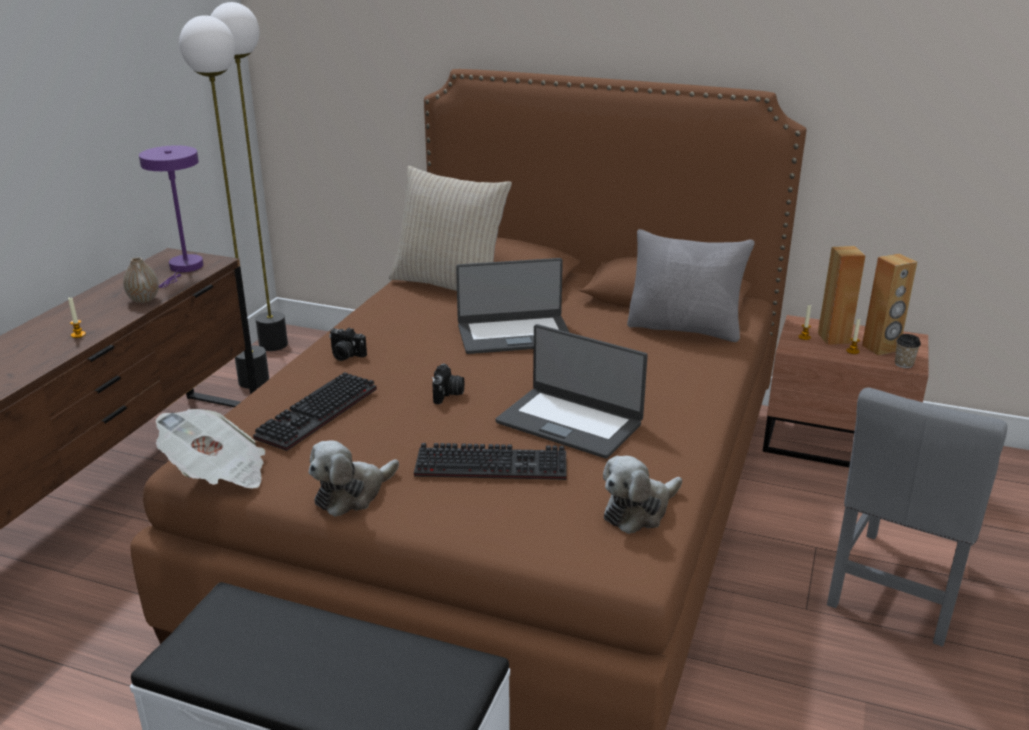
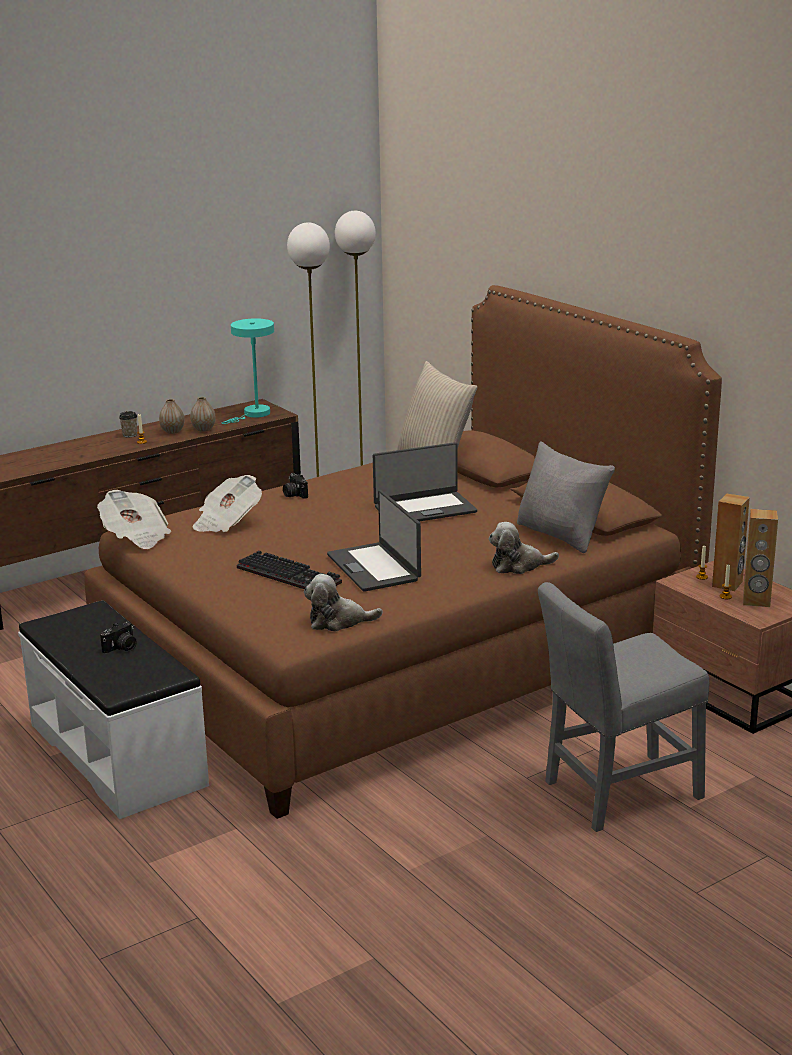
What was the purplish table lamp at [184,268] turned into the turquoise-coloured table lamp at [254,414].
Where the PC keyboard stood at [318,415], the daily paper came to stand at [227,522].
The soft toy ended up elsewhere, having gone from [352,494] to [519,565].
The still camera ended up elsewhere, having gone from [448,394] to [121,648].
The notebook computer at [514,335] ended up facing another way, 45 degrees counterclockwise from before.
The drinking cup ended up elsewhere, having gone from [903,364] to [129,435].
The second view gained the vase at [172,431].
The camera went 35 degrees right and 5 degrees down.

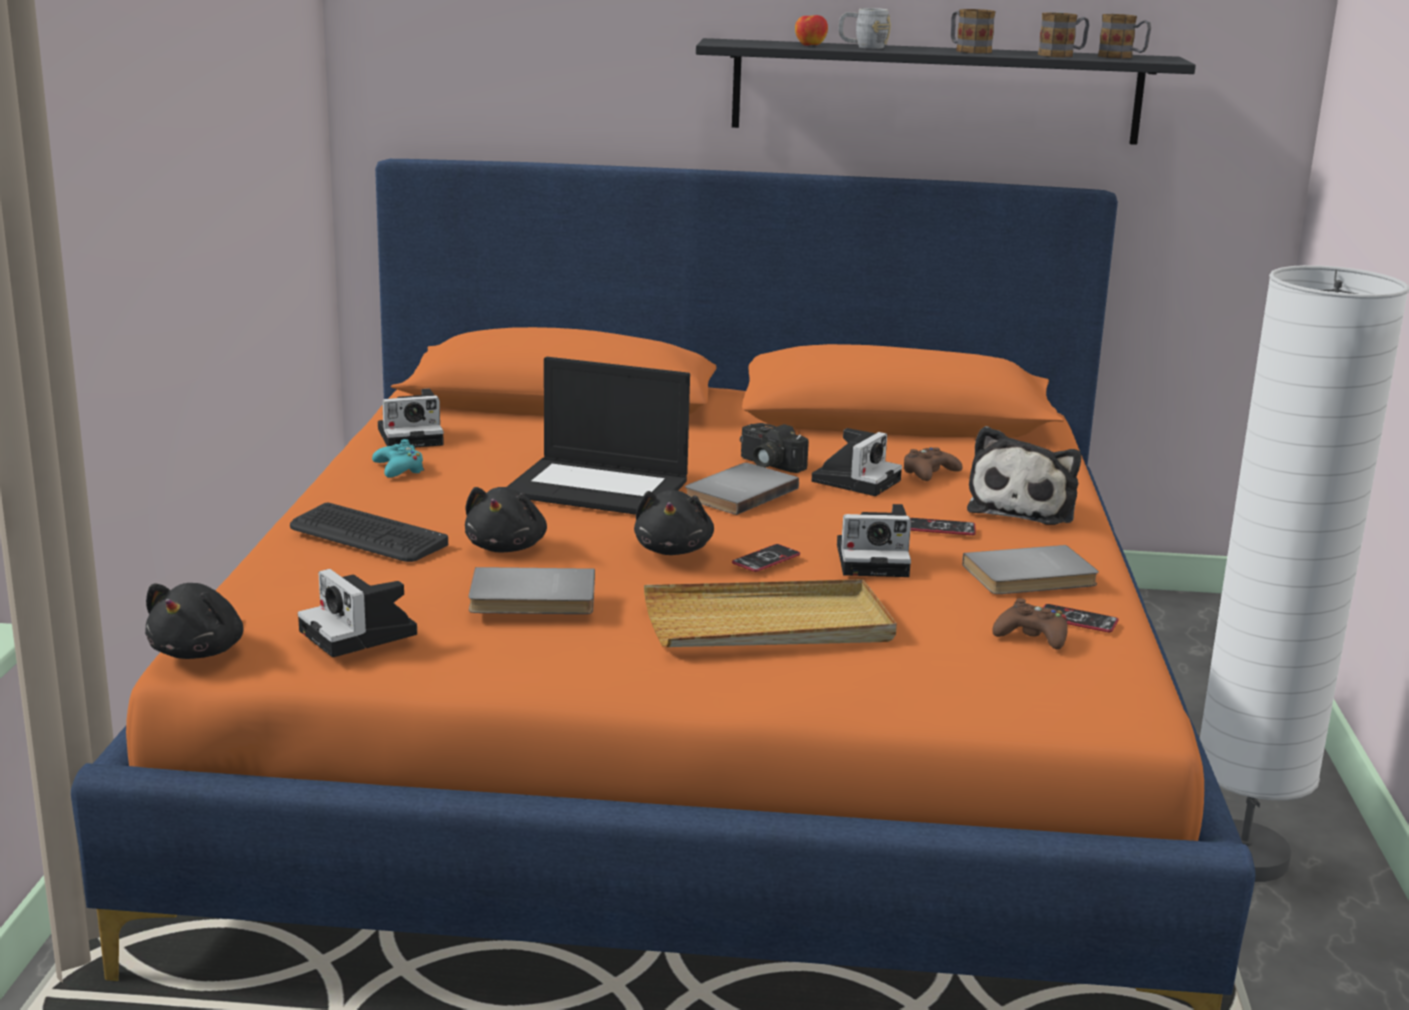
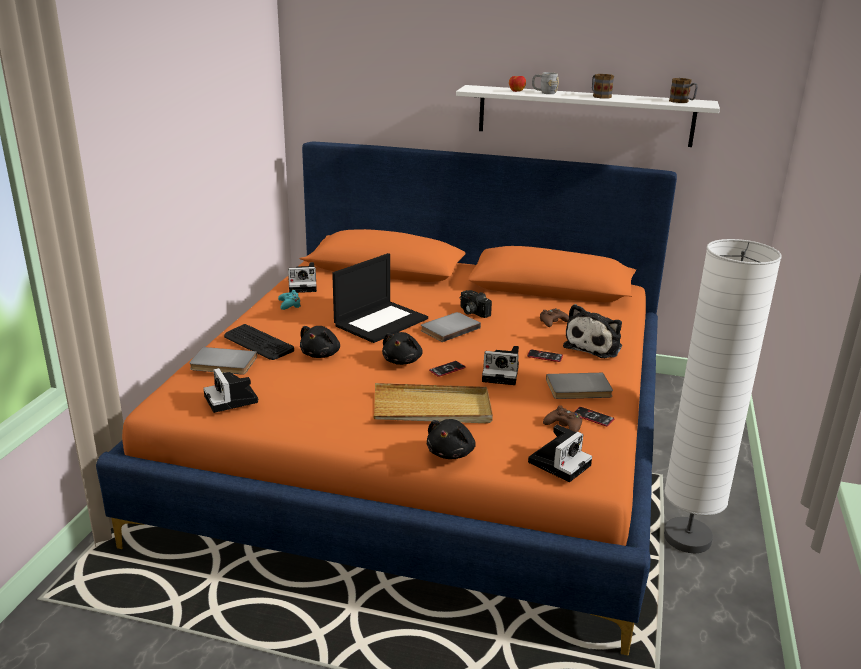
The black-coloured soft toy ended up elsewhere, having gone from [200,651] to [451,453].
The greyish volume ended up elsewhere, having gone from [532,598] to [223,364].
The notebook computer at [599,487] ended up facing another way, 75 degrees counterclockwise from before.
What was the black-coloured shelf at [935,91] turned into the whitish shelf at [584,115].
The still camera ended up elsewhere, having gone from [856,480] to [560,462].
The second view lost the tea mug at [1062,55].
The camera went 10 degrees right and 5 degrees up.

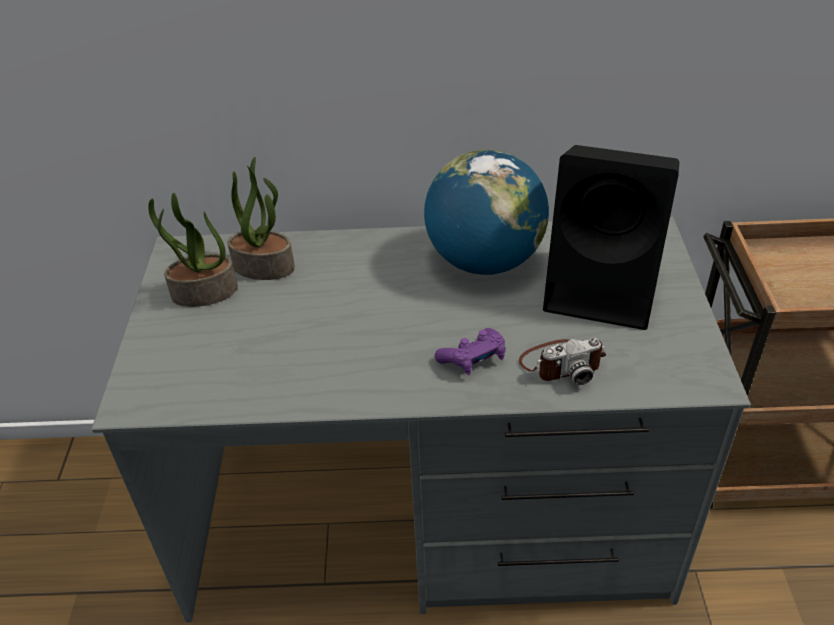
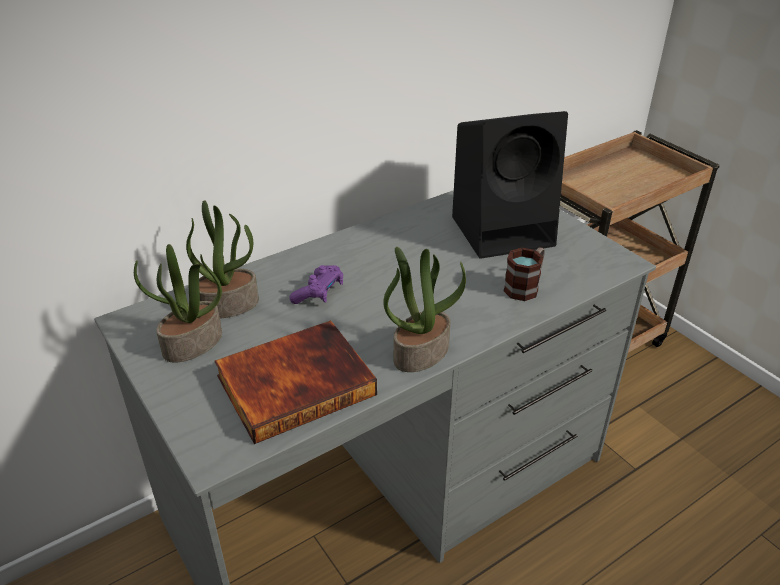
The second view lost the world globe at [484,261].
The purplish gamepad ended up elsewhere, having gone from [473,359] to [319,293].
Where the still camera stood at [561,363], the tea mug came to stand at [525,286].
The second view gained the volume at [295,383].
The second view gained the plant in a pot at [421,352].
The camera went 35 degrees left and 5 degrees down.

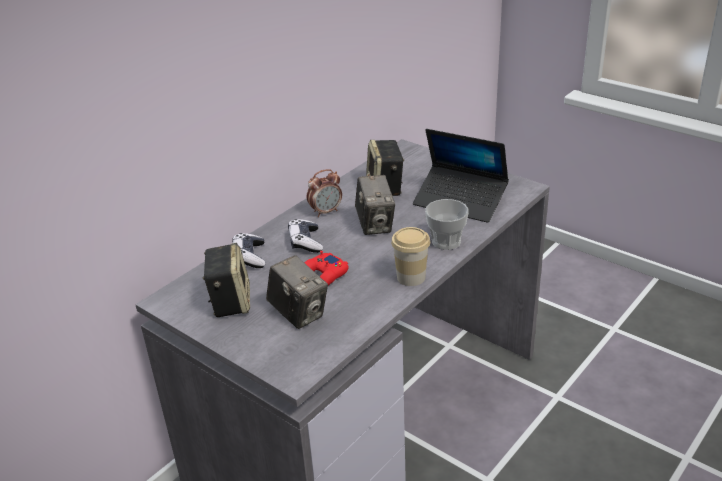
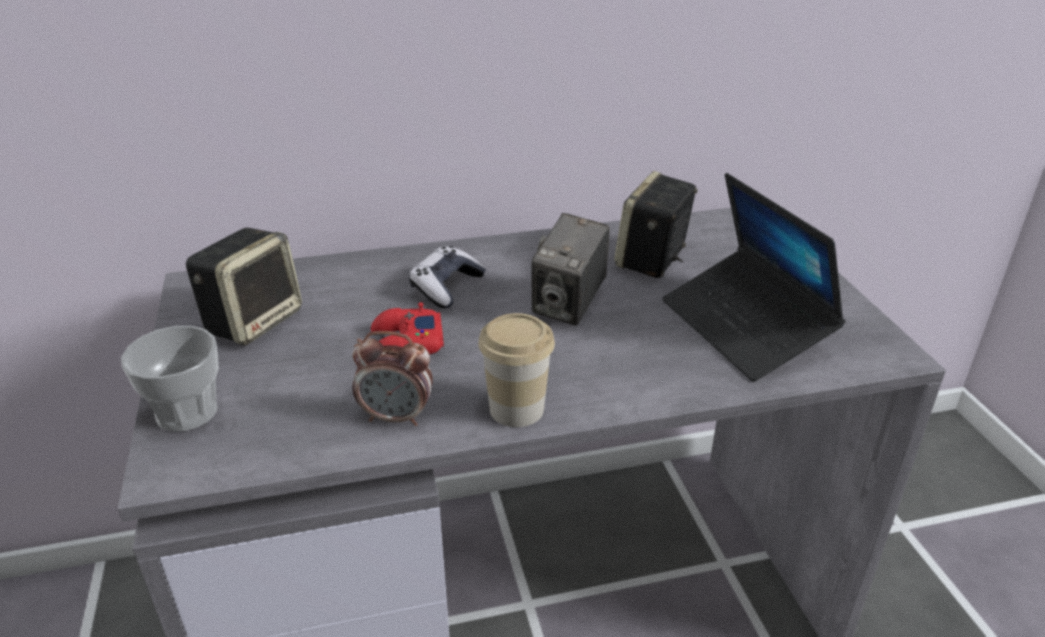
The second view lost the gamepad at [249,257].
The second view lost the still camera at [299,314].
The table clock ended up elsewhere, having gone from [326,212] to [397,417].
The drinking cup ended up elsewhere, having gone from [446,242] to [187,412].
The camera went 35 degrees right and 0 degrees up.

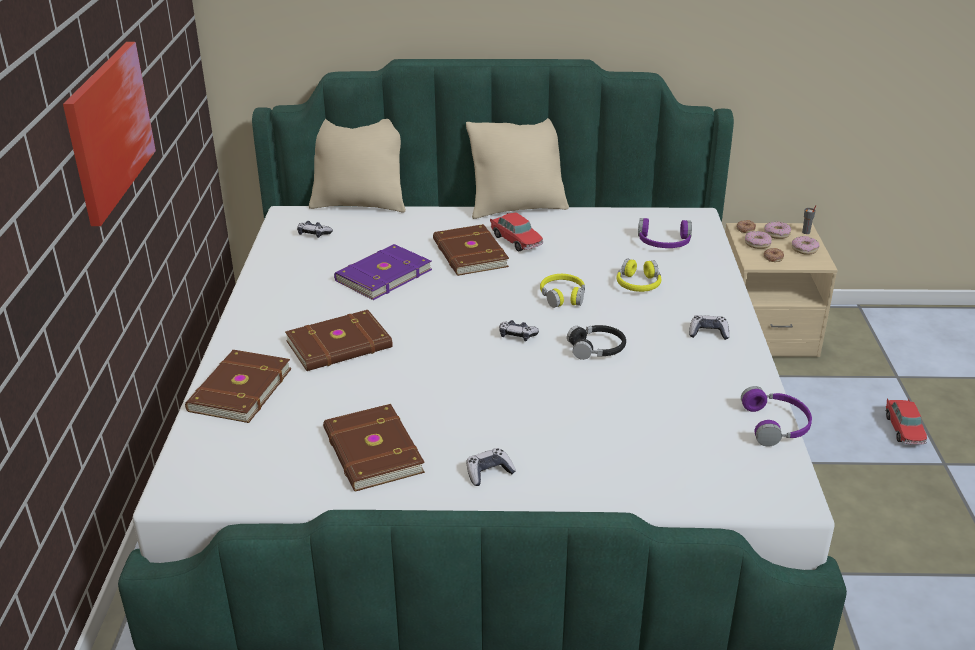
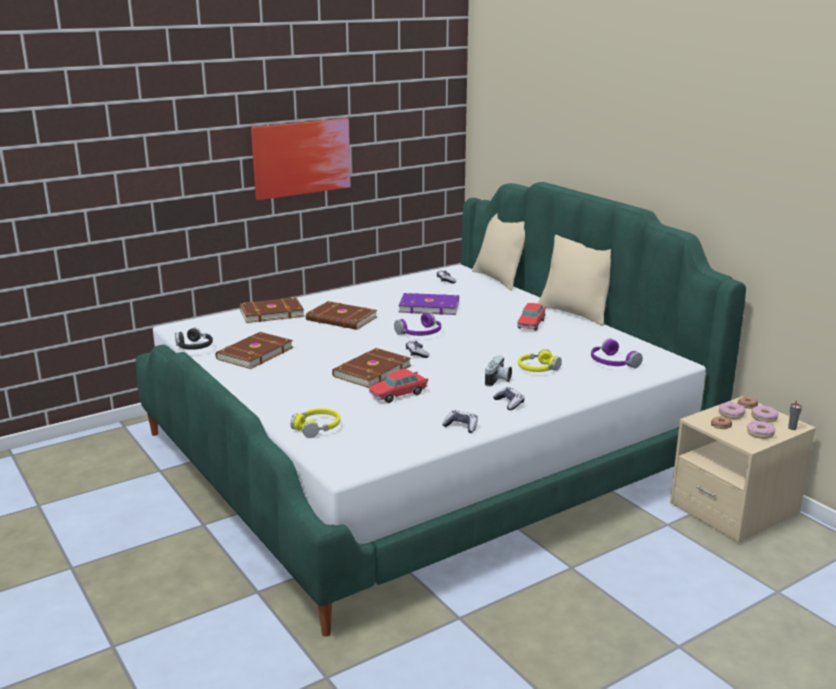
The brown-coloured volume ended up elsewhere, having gone from [468,254] to [371,371].
The gamepad ended up elsewhere, having gone from [489,472] to [461,426].
The yellowish headphones ended up elsewhere, having gone from [562,296] to [317,428].
The black-coloured headphones ended up elsewhere, having gone from [597,349] to [194,346].
The purplish headphones ended up elsewhere, having gone from [777,425] to [421,333].
The model car ended up elsewhere, having gone from [904,429] to [398,394].
The second view gained the still camera at [498,380].
The camera went 55 degrees right and 10 degrees down.

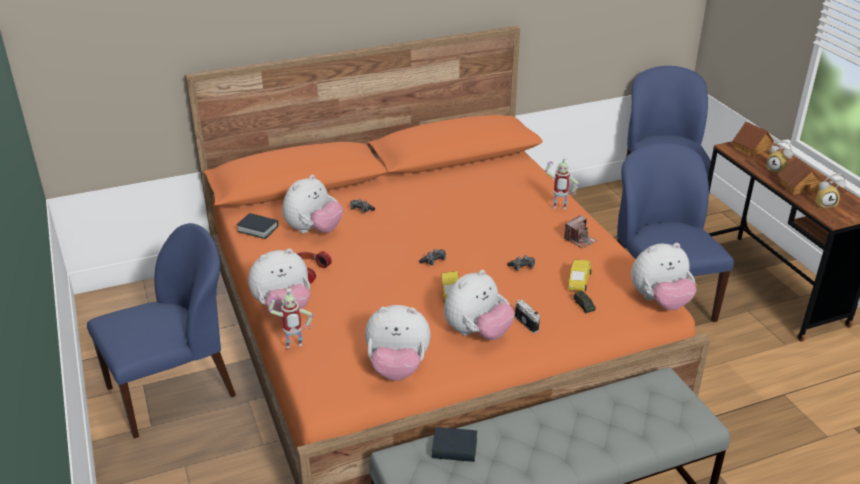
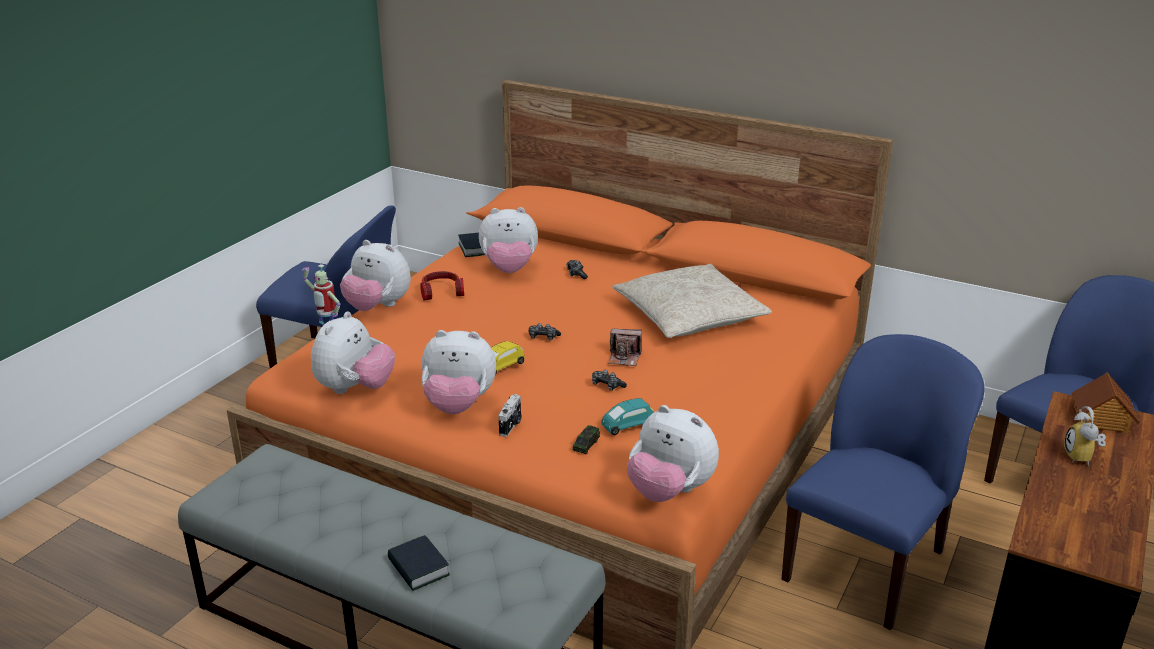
The soft toy at [397,368] ended up facing another way, 120 degrees counterclockwise from before.
The volume ended up elsewhere, having gone from [454,449] to [418,568].
The second view lost the toy robot at [559,209].
The still camera ended up elsewhere, having gone from [580,240] to [624,357].
What was the yellowish model car at [578,282] turned into the turquoise-coloured model car at [627,426].
The second view lost the model house at [798,186].
The second view lost the table clock at [825,204].
The second view gained the beige-coloured throw pillow at [689,315].
The camera went 50 degrees right and 5 degrees down.

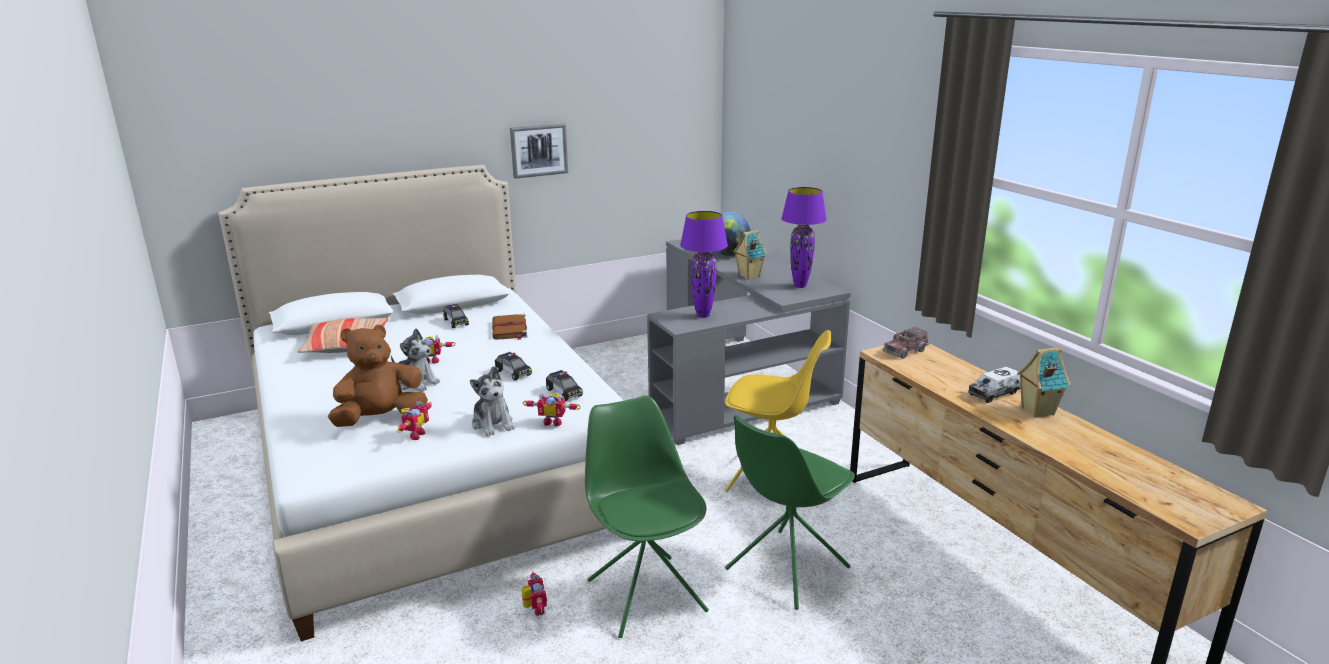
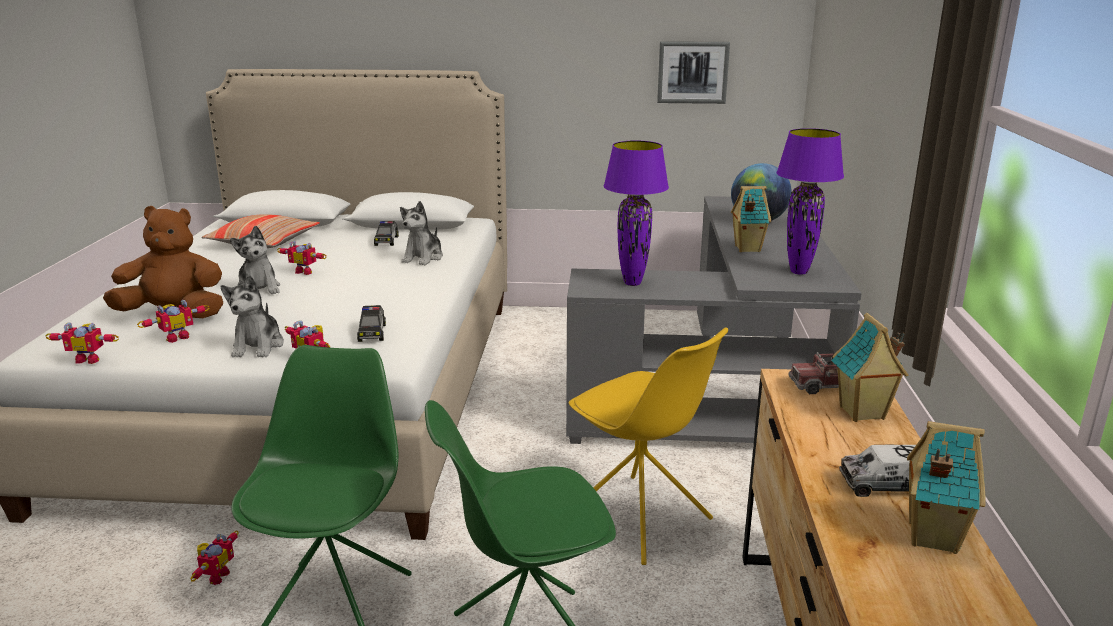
Where the brown-coloured volume stood at [509,329], the soft toy came to stand at [423,258].
The second view lost the model car at [513,373].
The picture ended up elsewhere, having gone from [539,150] to [692,72].
The second view gained the toy robot at [89,359].
The second view gained the model house at [862,413].
The camera went 30 degrees right and 0 degrees up.

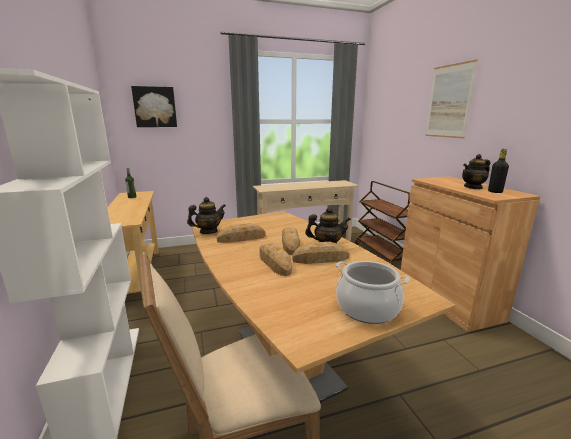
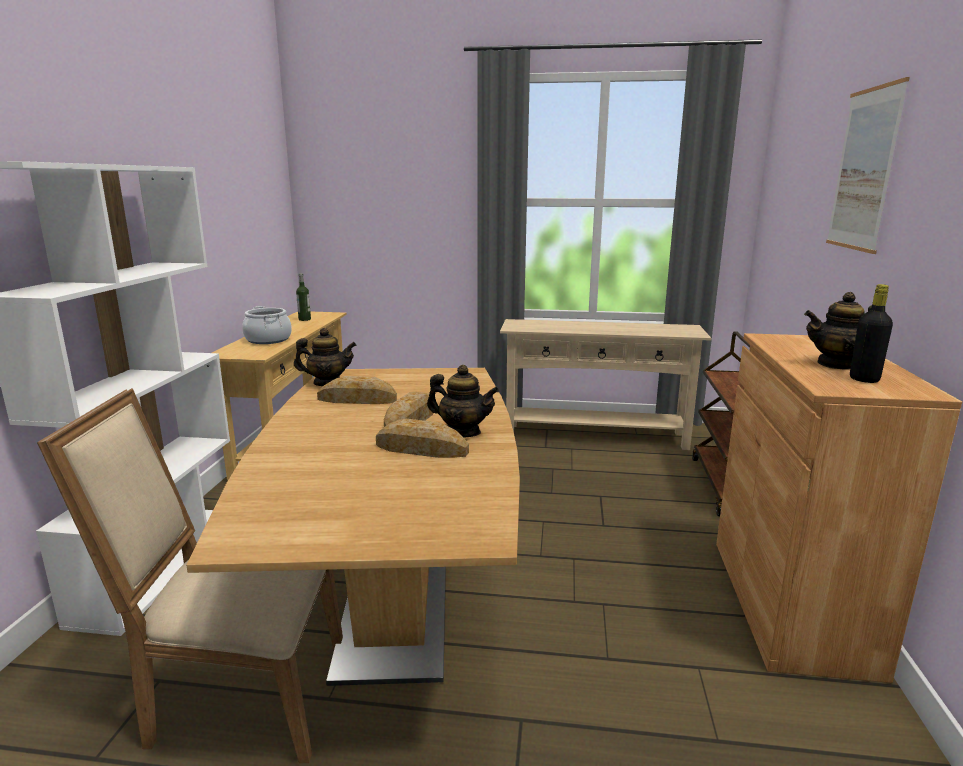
The second view lost the picture at [155,107].
The second view lost the bread at [274,263].
The saucepot ended up elsewhere, having gone from [367,308] to [268,340].
The camera went 25 degrees right and 0 degrees up.

